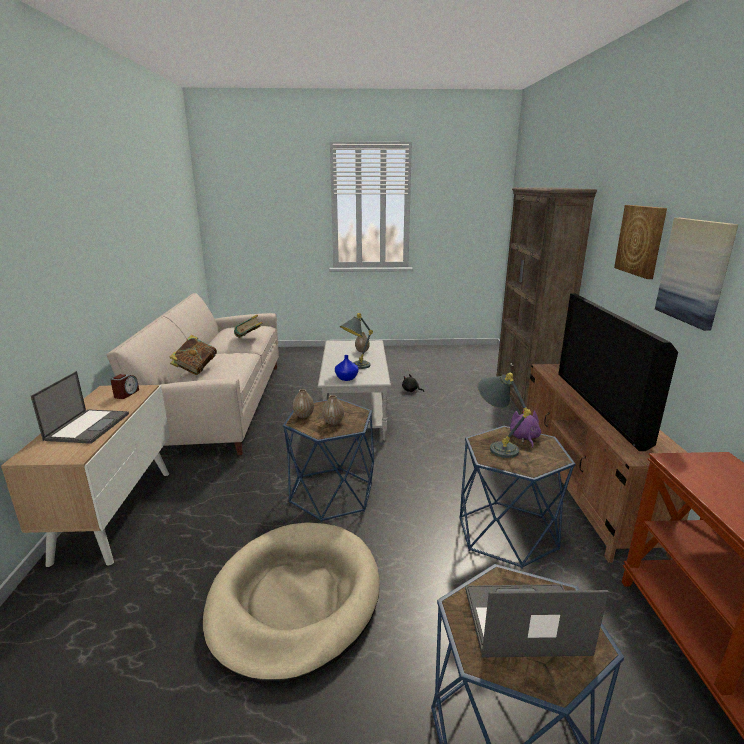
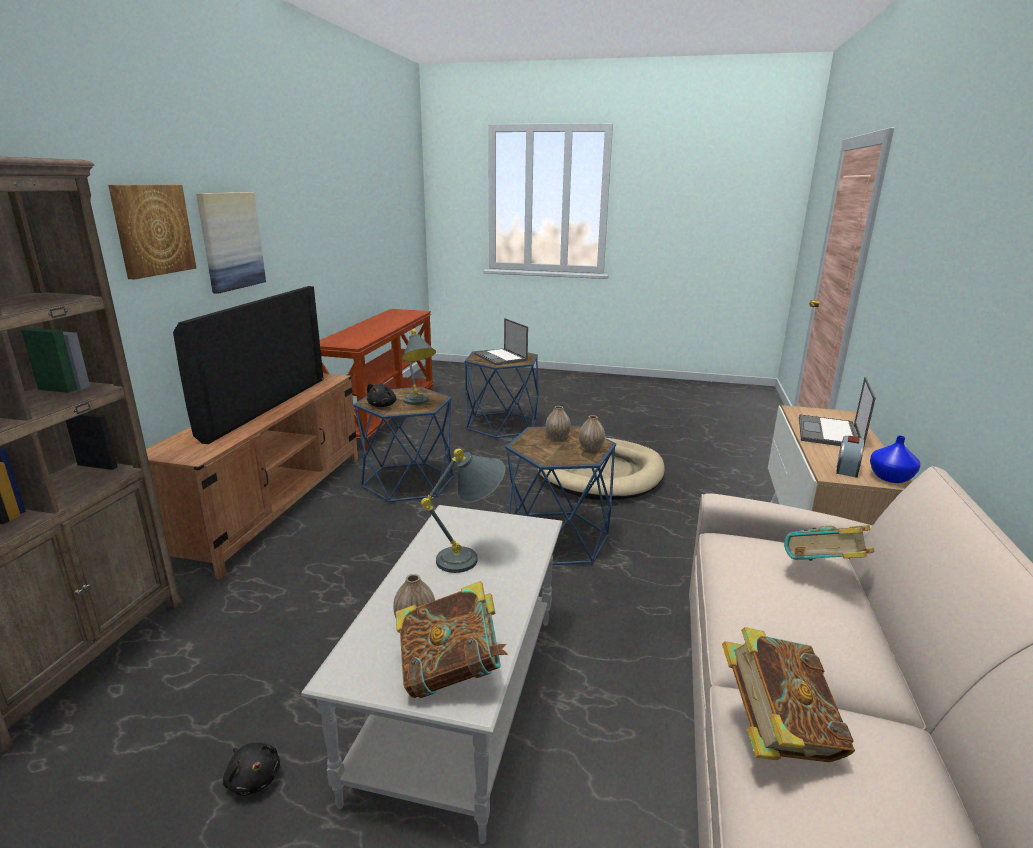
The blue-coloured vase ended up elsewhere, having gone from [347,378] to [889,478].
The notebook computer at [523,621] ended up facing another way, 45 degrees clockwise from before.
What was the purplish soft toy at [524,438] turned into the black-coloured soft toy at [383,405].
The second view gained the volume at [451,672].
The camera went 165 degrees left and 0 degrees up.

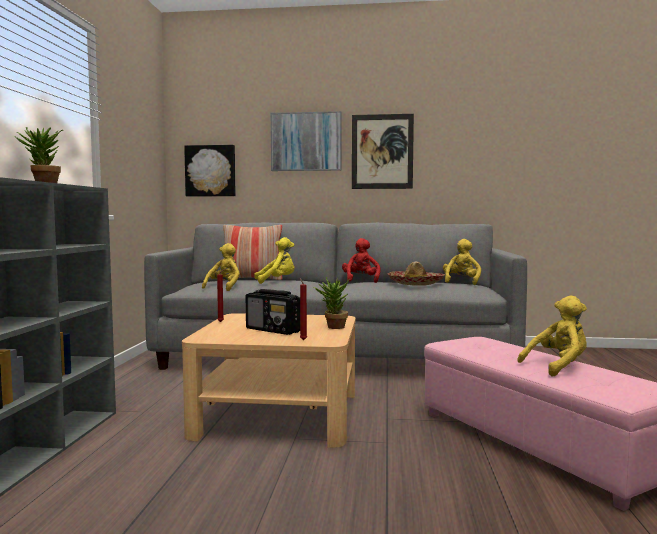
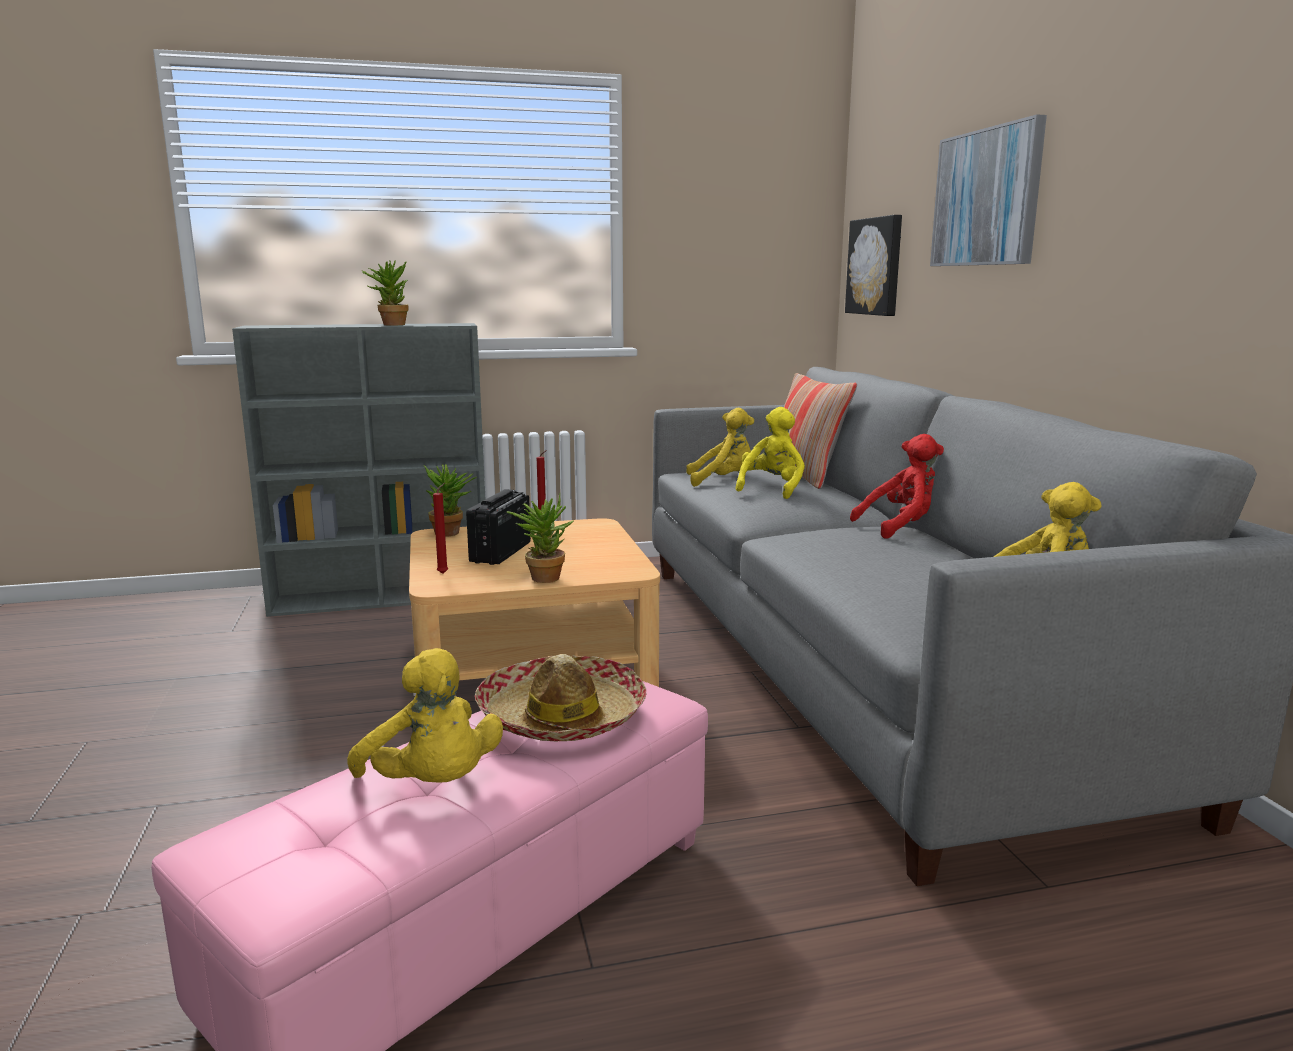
The yellowish soft toy at [277,281] ended up facing another way, 120 degrees counterclockwise from before.
The second view lost the picture at [382,151].
The hat ended up elsewhere, having gone from [415,283] to [561,717].
The second view gained the plant in a pot at [452,533].
The camera went 70 degrees right and 10 degrees up.

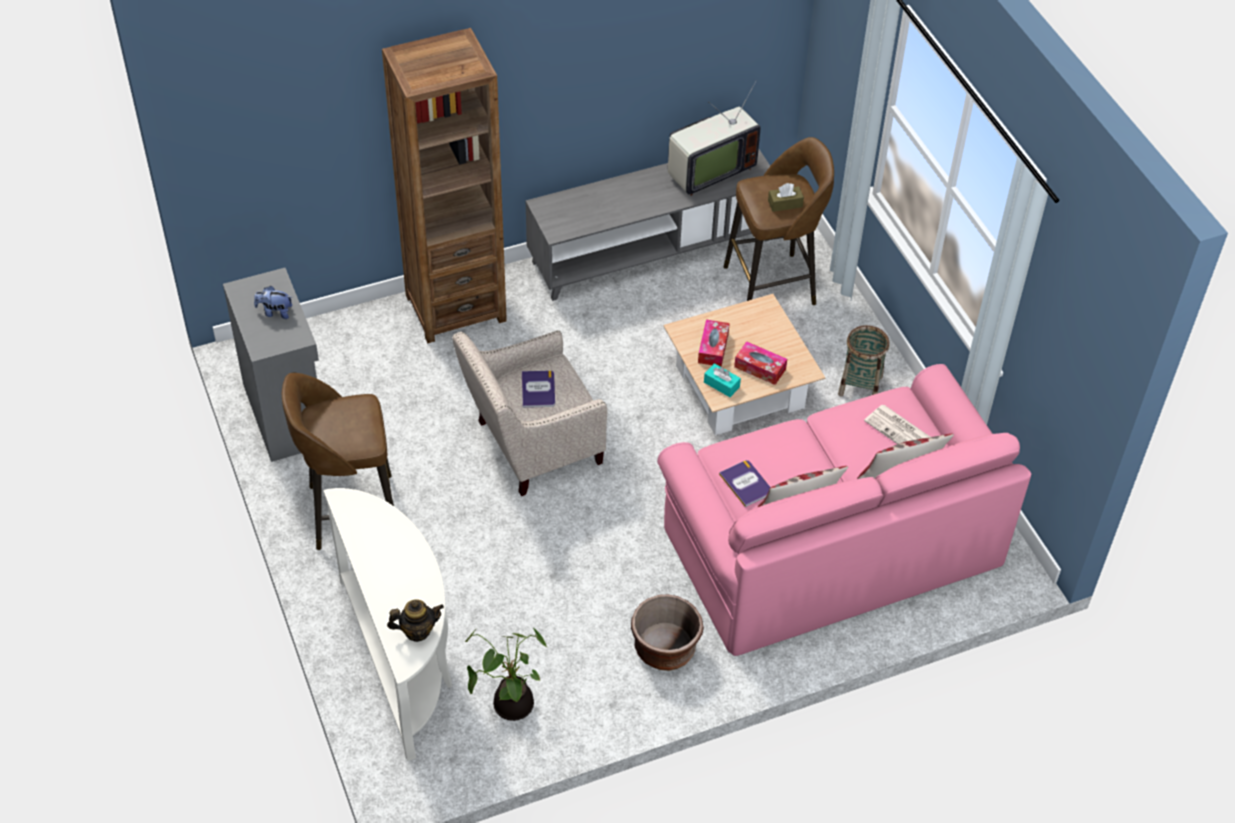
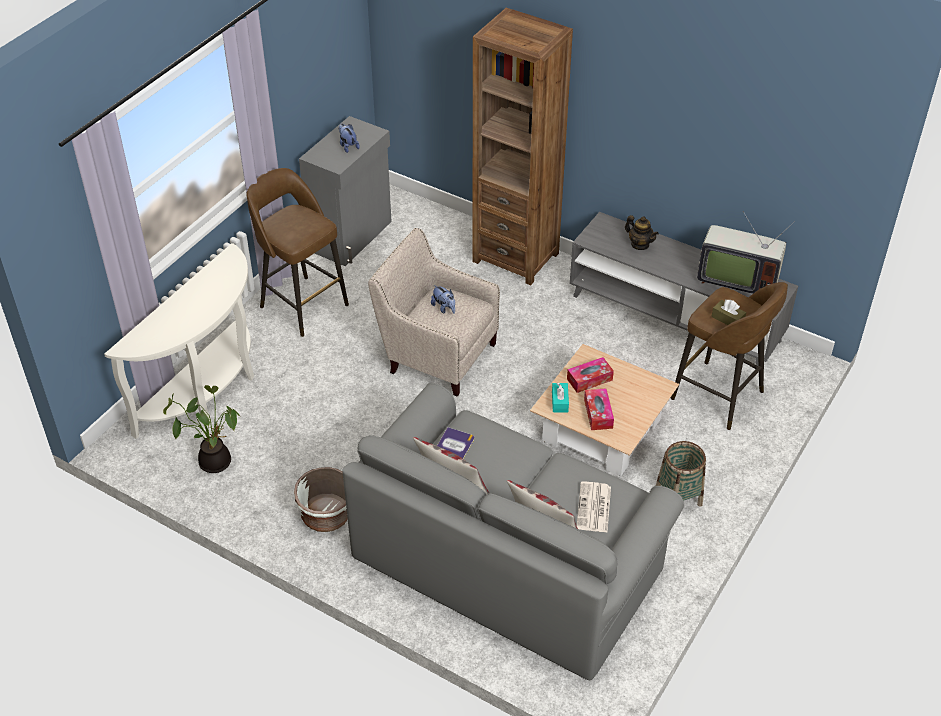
The teapot ended up elsewhere, having gone from [417,631] to [640,244].
Where the volume stood at [538,389], the soft toy came to stand at [444,308].
What was the brown-coloured planter at [665,649] turned into the whitish planter at [326,515].
What was the pinkish settee at [829,542] turned into the greyish settee at [507,558].
The camera went 55 degrees right and 5 degrees down.

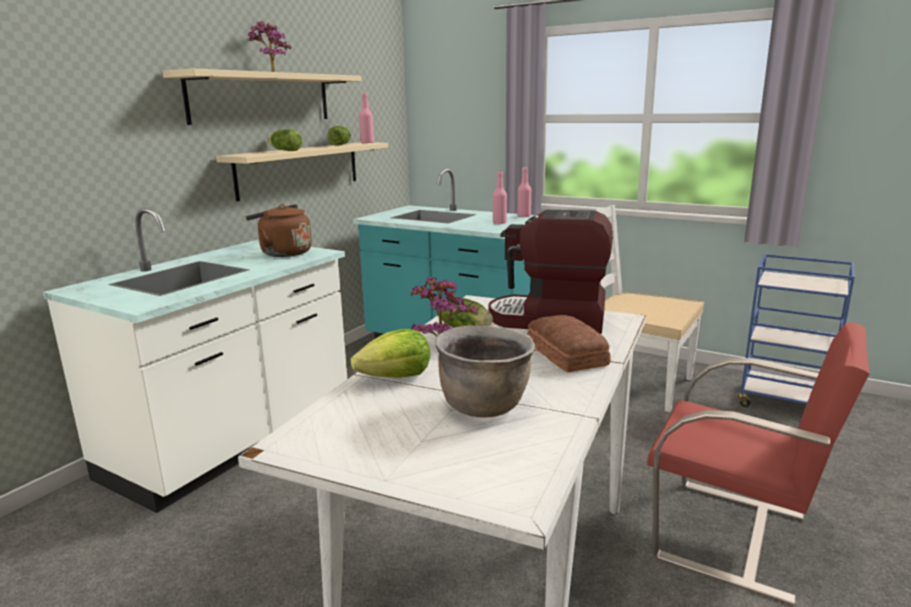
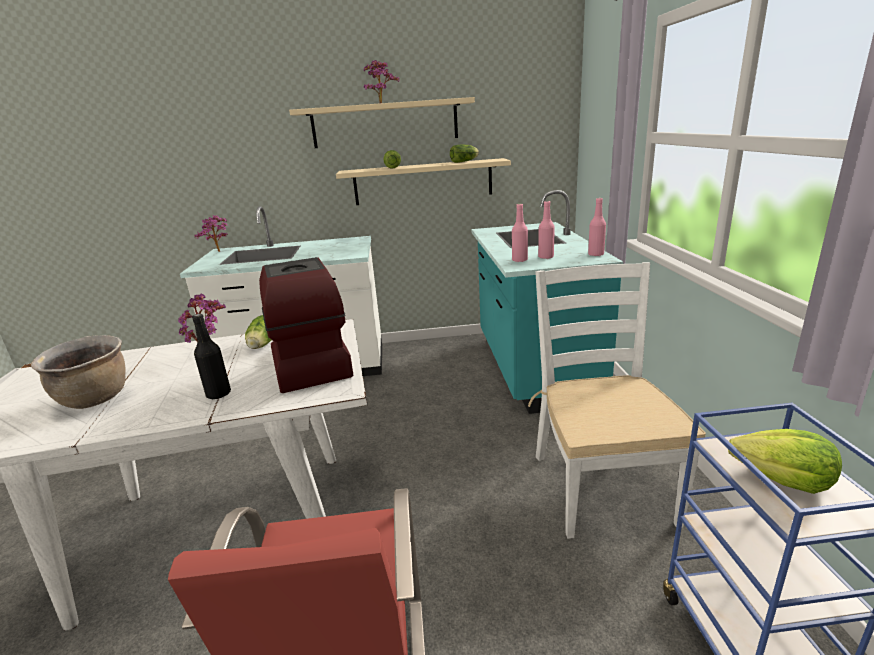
The second view lost the brown-coloured kettle at [283,253].
The lettuce head ended up elsewhere, having gone from [396,377] to [782,480].
The pinkish bottle ended up elsewhere, having gone from [367,143] to [519,260].
Where the bread stood at [565,354], the black-coloured bottle came to stand at [218,394].
The second view gained the plant in a pot at [219,252].
The camera went 55 degrees right and 5 degrees up.

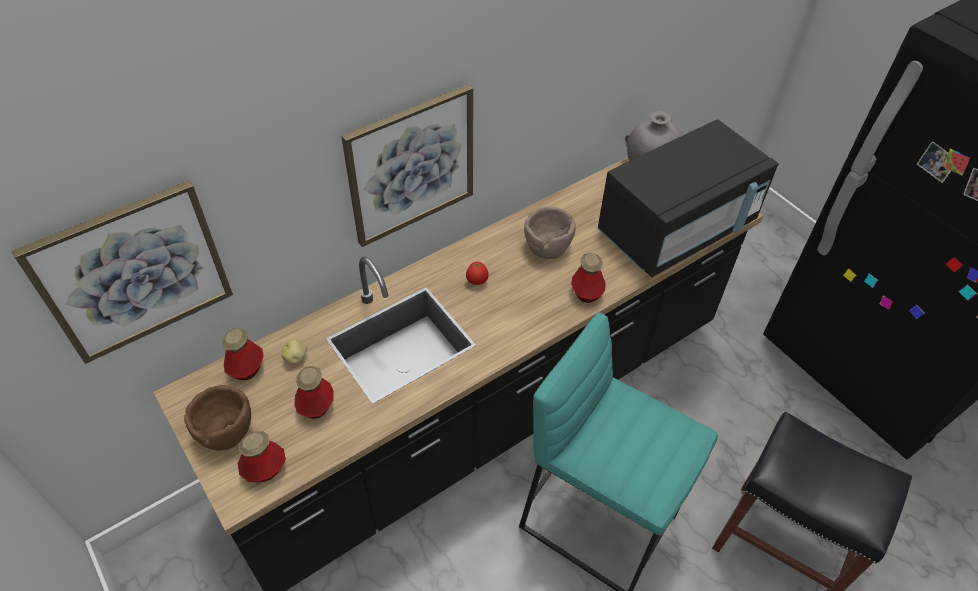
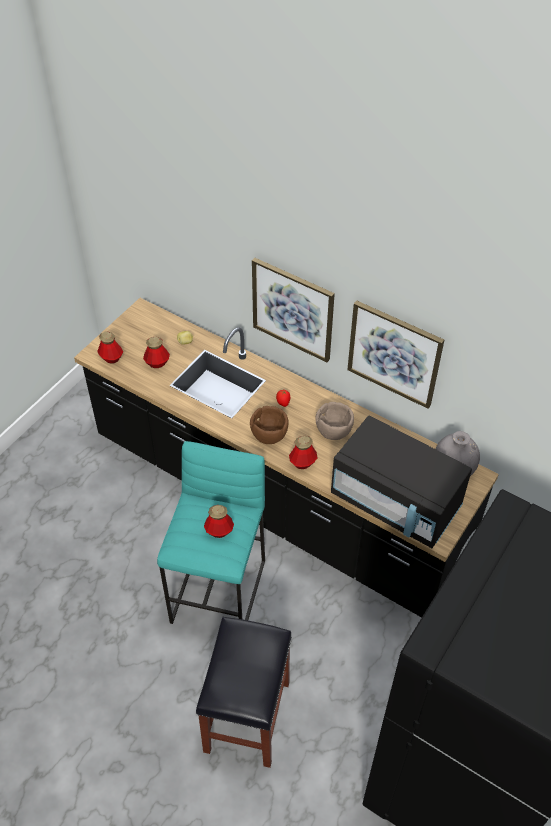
The picture ended up elsewhere, having gone from [133,272] to [394,354].
The brown-coloured bowl ended up elsewhere, having gone from [226,431] to [270,435].
The bottle ended up elsewhere, having gone from [247,369] to [219,531].
The camera went 70 degrees right and 0 degrees up.

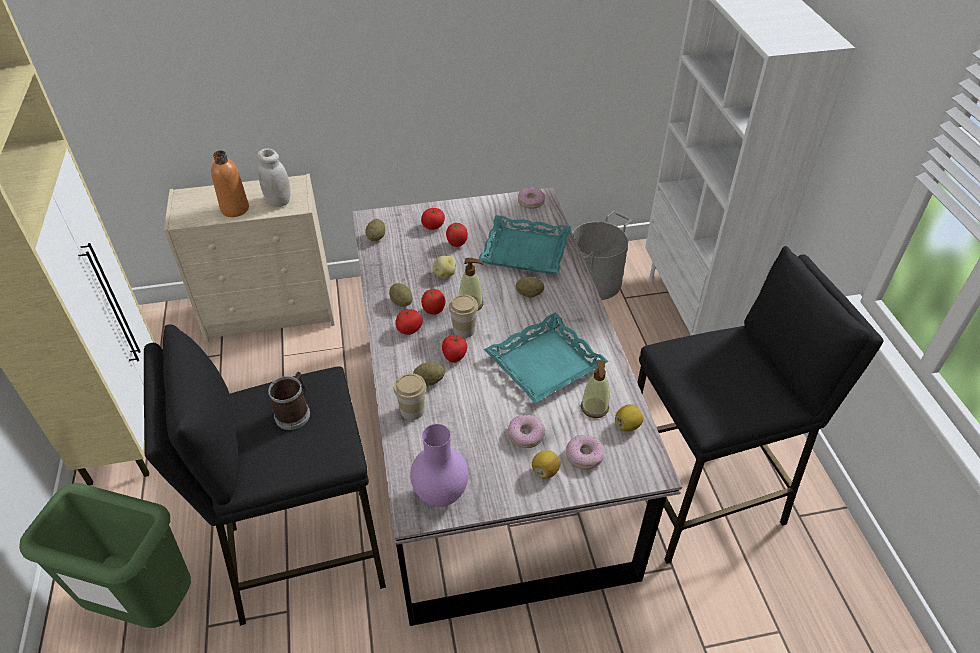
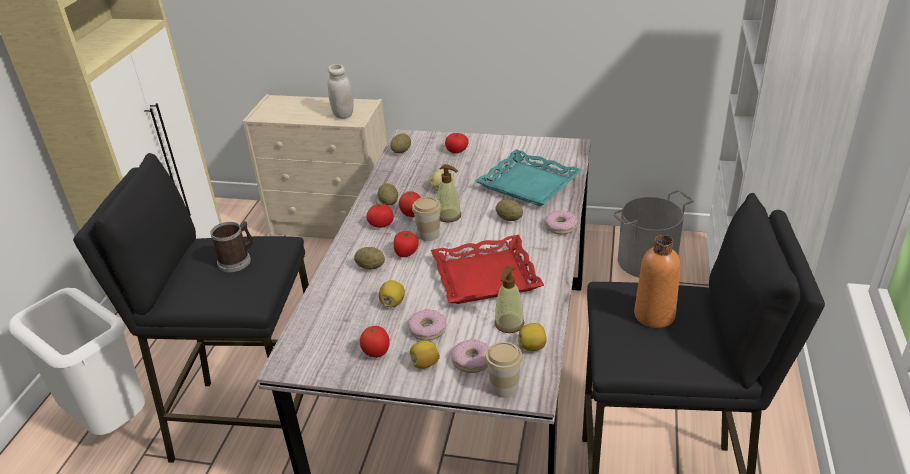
What was the green-coloured rubbish bin at [144,605] turned into the whitish rubbish bin at [108,422].
The orange bottle ended up elsewhere, having gone from [235,209] to [654,315].
The drinking cup ended up elsewhere, having gone from [412,410] to [504,387].
The second view lost the purplish vase at [440,494].
The whole tomato ended up elsewhere, having gone from [456,244] to [376,353].
What was the turquoise-coloured carrying tray at [545,364] turned into the red carrying tray at [485,277].
The ring doughnut ended up elsewhere, having gone from [531,201] to [561,227].
The second view gained the citrus fruit at [393,303].
The camera went 25 degrees right and 10 degrees down.

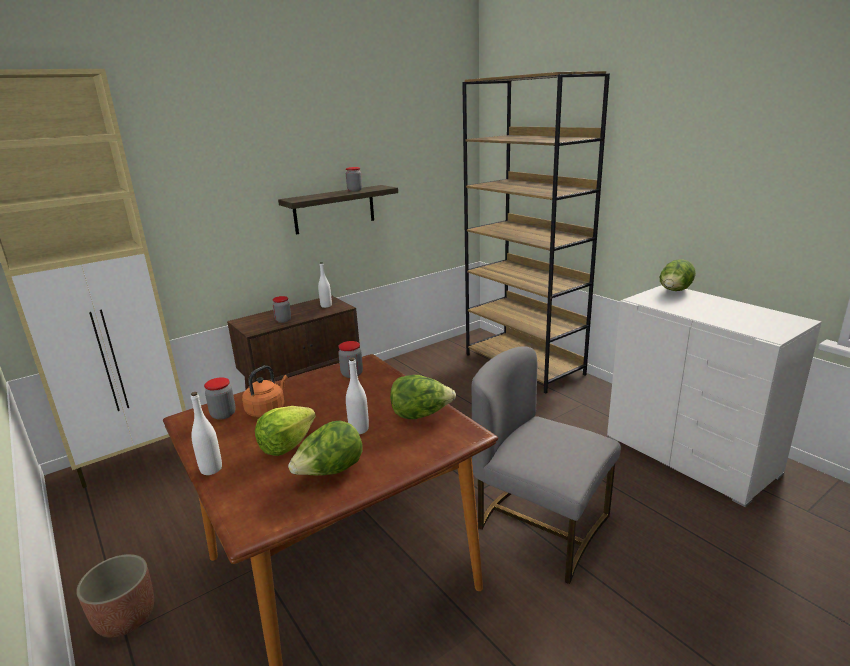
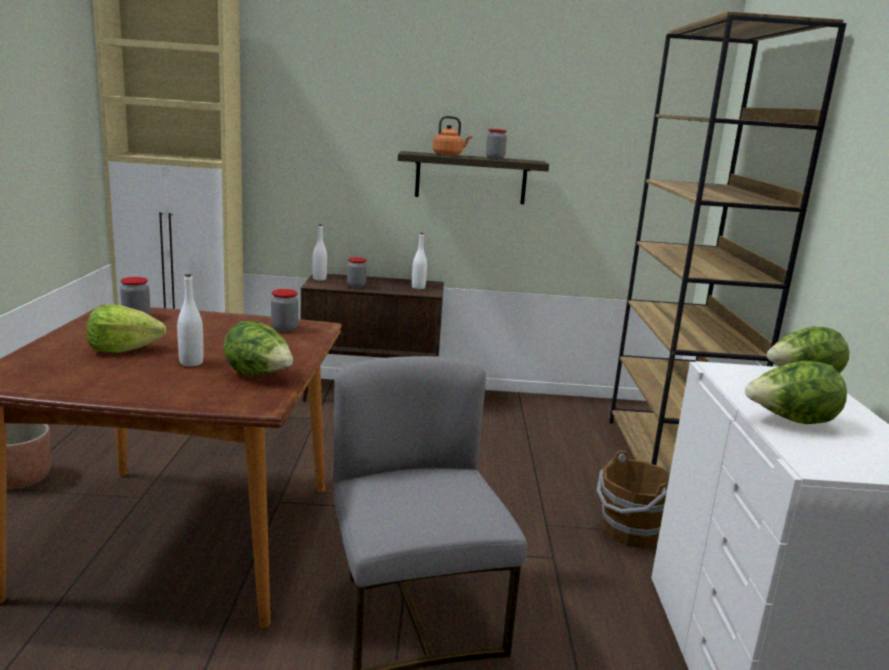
The whitish bottle ended up elsewhere, having gone from [211,469] to [319,279].
The orange kettle ended up elsewhere, having gone from [267,410] to [449,155].
The lettuce head ended up elsewhere, having gone from [330,472] to [790,421].
The second view gained the brown-coloured water bucket at [630,532].
The camera went 35 degrees right and 5 degrees down.

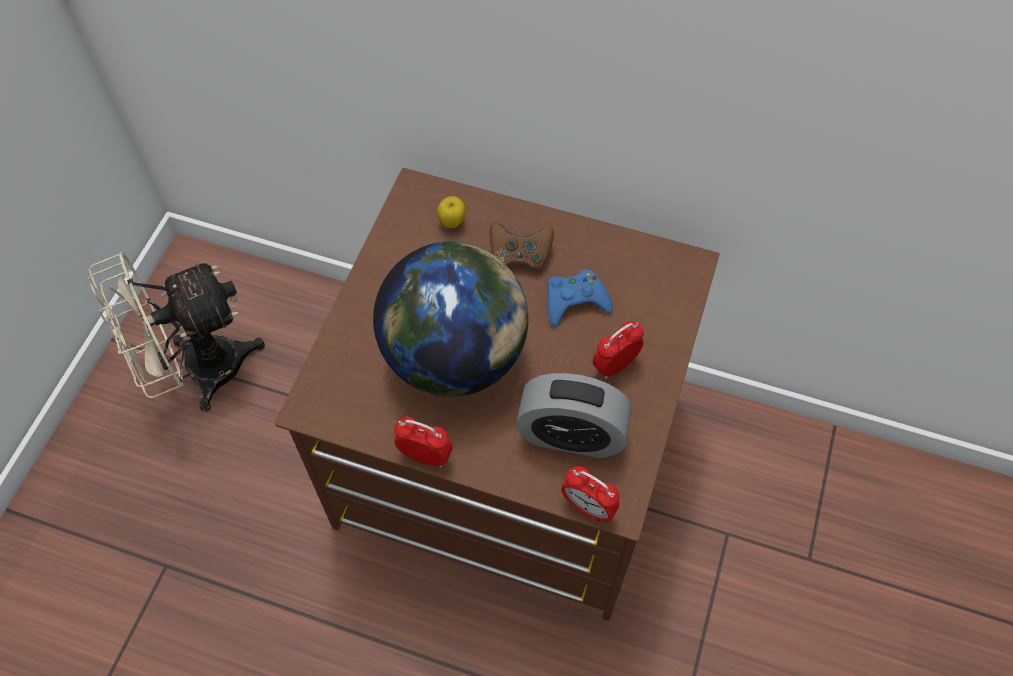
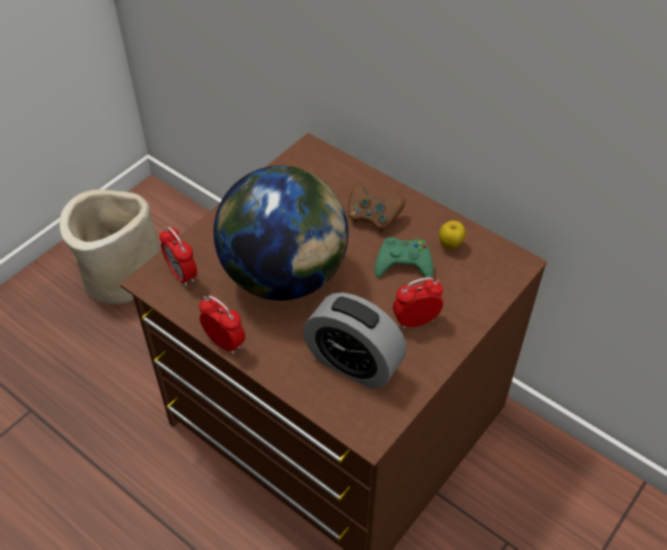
Where the beige-coloured fan stood at [198,372], the beige-coloured planter came to stand at [121,276].
The apple fruit ended up elsewhere, having gone from [452,223] to [450,245].
What was the blue-coloured gamepad at [575,301] turned into the green-coloured gamepad at [403,263].
The table clock ended up elsewhere, having gone from [588,507] to [182,274].
The camera went 20 degrees right and 10 degrees down.

